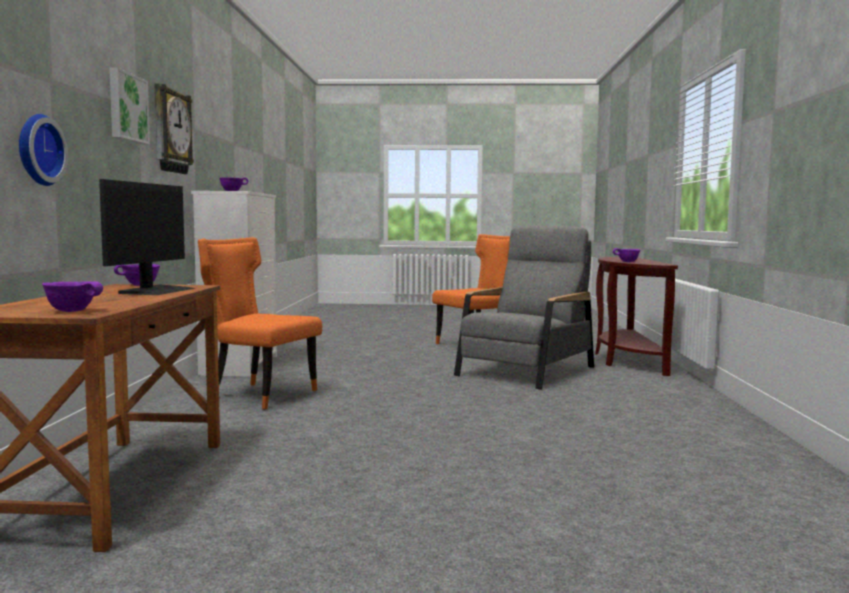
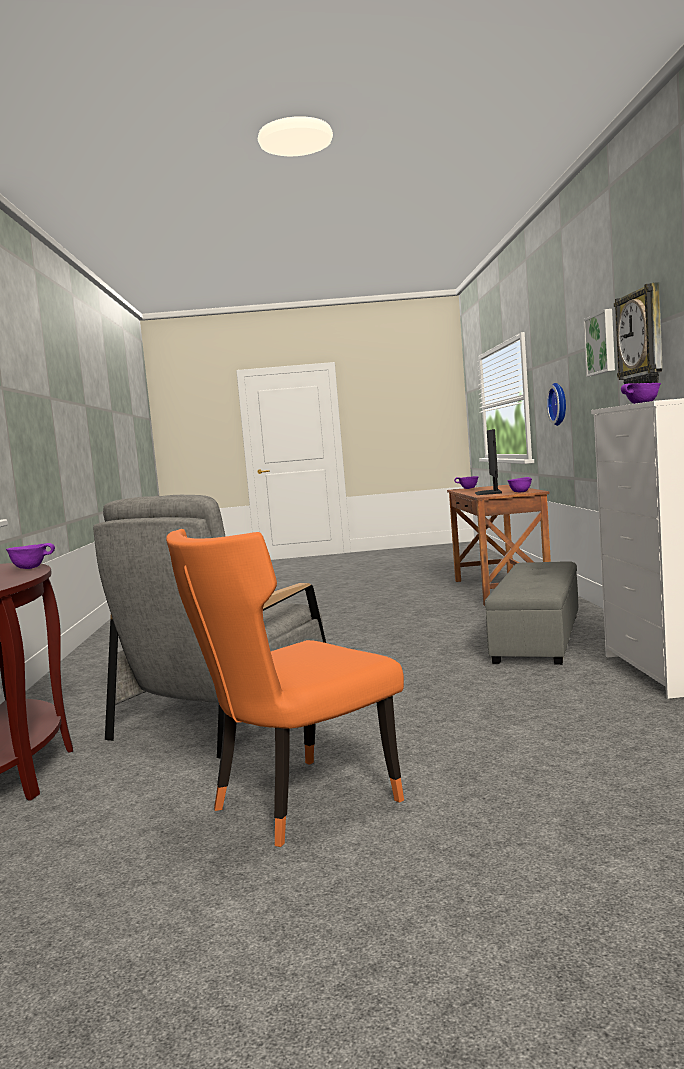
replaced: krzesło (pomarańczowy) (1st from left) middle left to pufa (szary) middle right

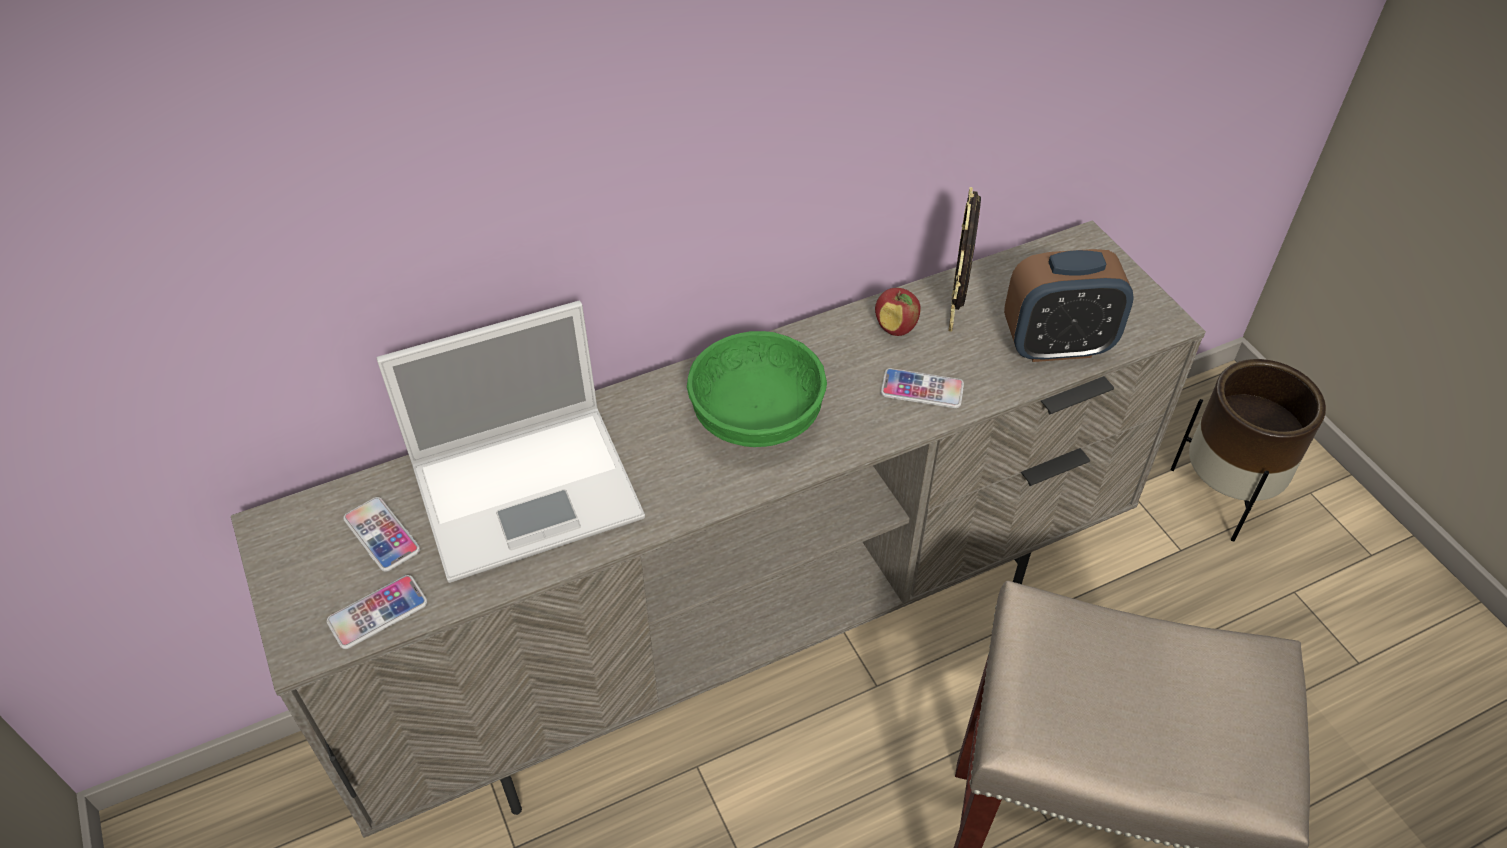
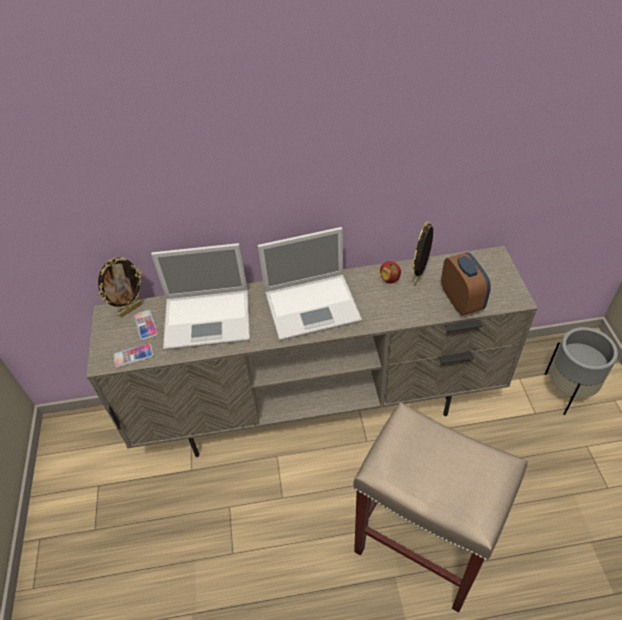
removed: telefon (3rd from left) centre
added: ramka na zdjęcie (1st from left) middle left
replaced: miska (zielony) centre to laptop (2nd from left) centre
recoloured: donica (brązowy) middle right to donica (szary) middle right
turned: budzik middle right = middle right 120 degrees counterclockwise

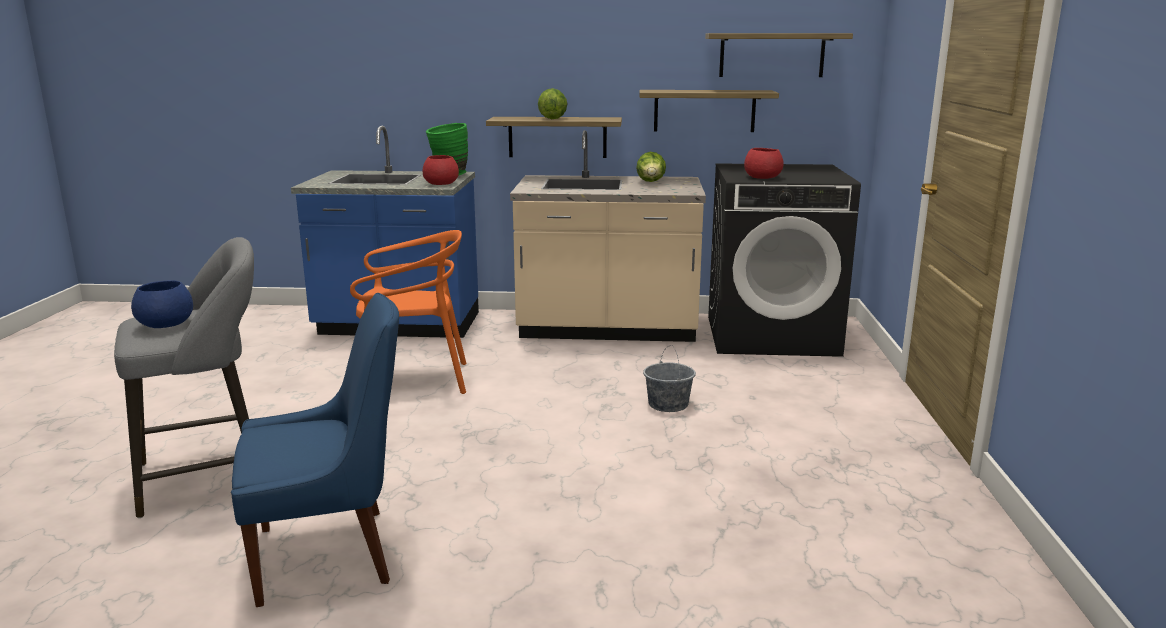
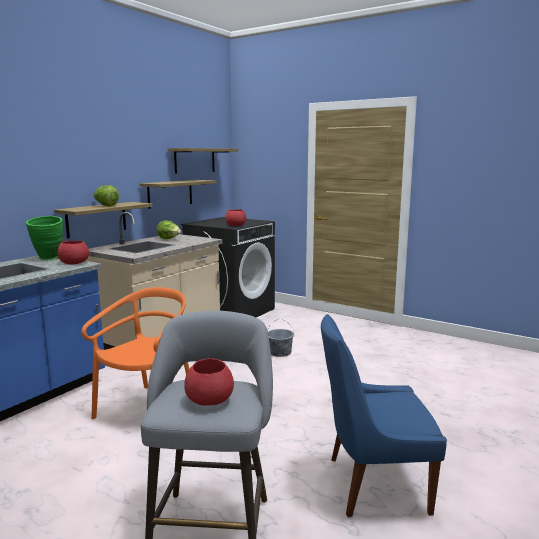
recoloured: miska (niebieski) middle left to miska (czerwony) (2nd from left) bottom centre
turned: krzesło (niebieski) bottom left = bottom right 105 degrees counterclockwise

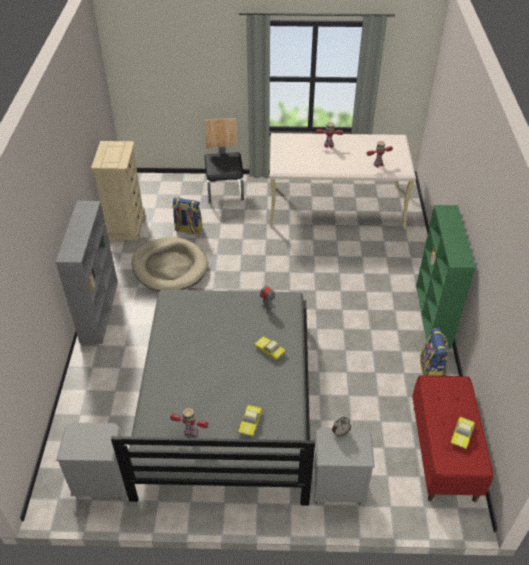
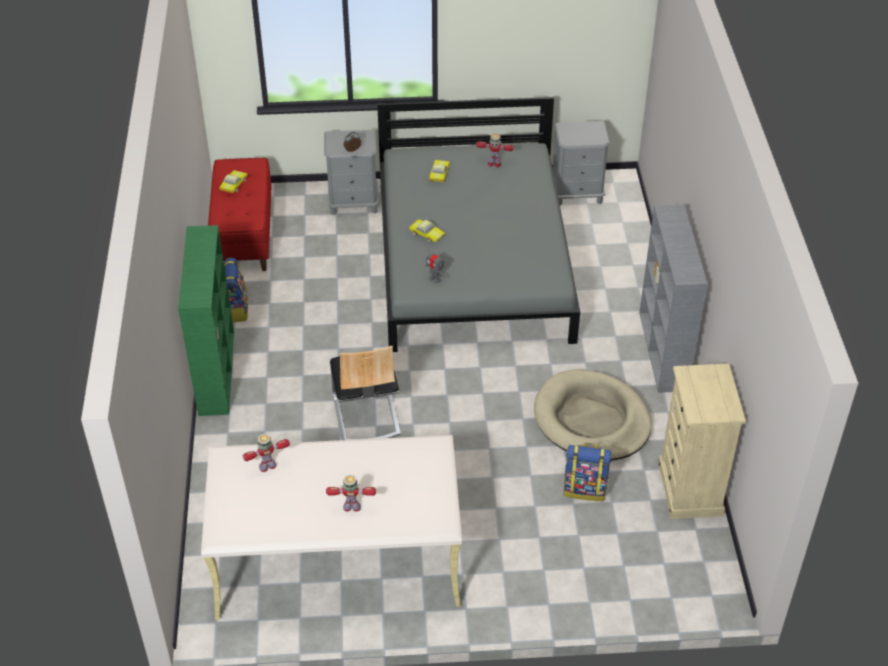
moved: krzesło top centre to centre

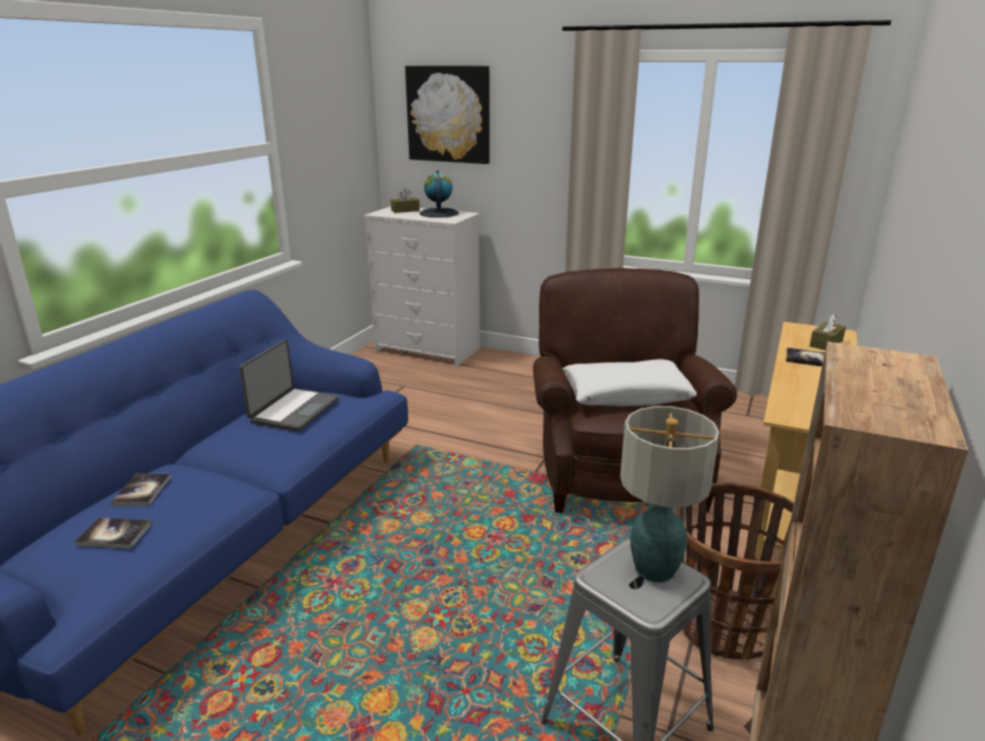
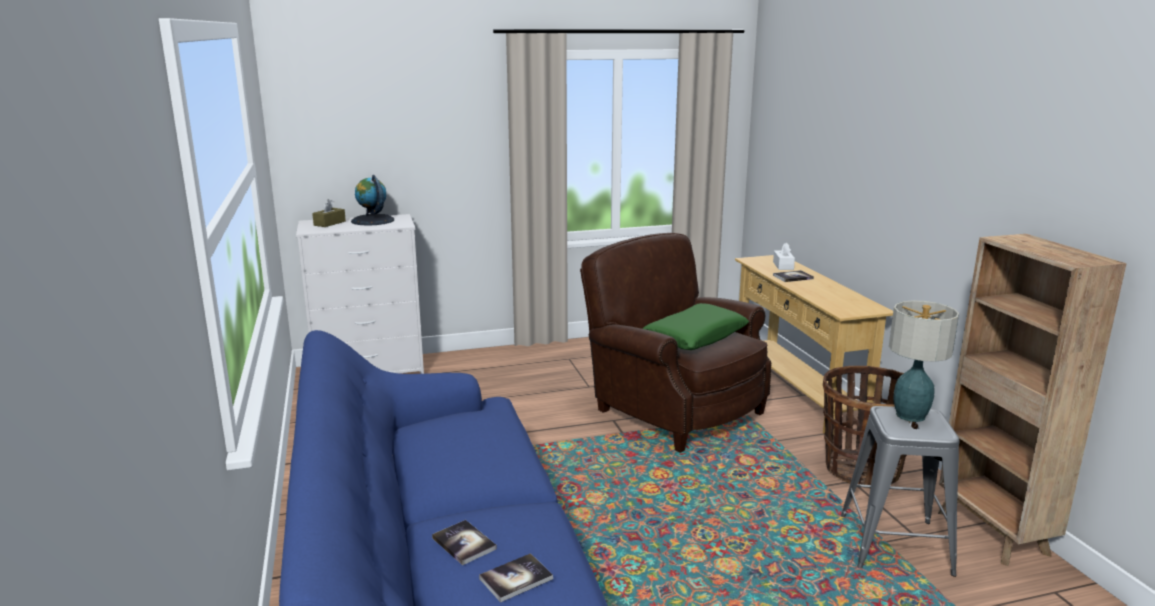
removed: laptop middle left; obraz top centre
recoloured: poduszka (biały) centre to poduszka (zielony) centre; pudełko chusteczek (brązowy) (2nd from left) middle right to pudełko chusteczek (biały) middle right

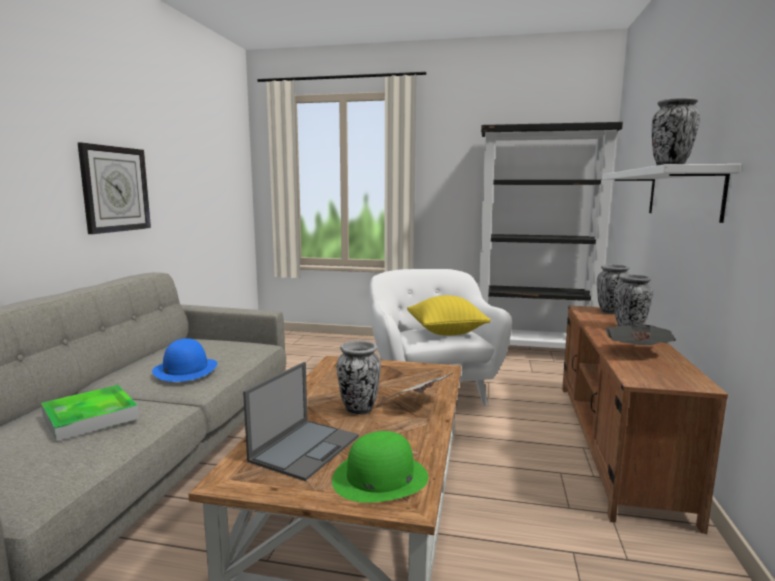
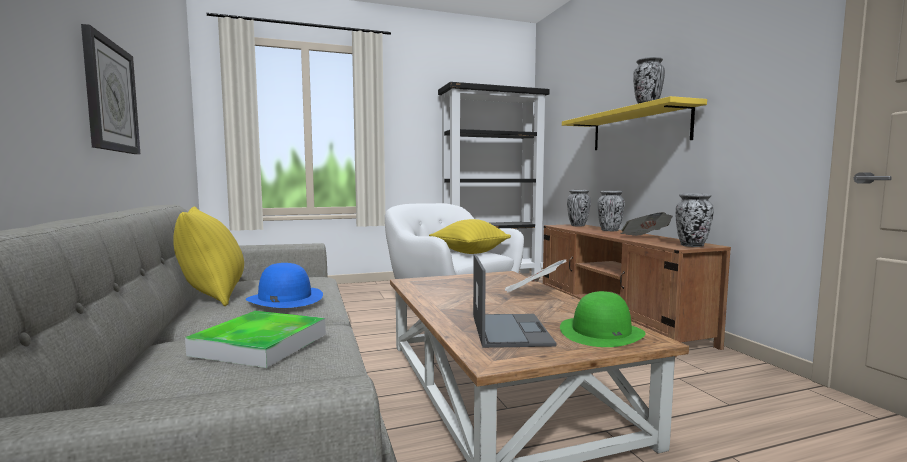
added: poduszka (żółty) (1st from left) middle left
moved: wazon (1st from left in the first image) centre to wazon (4th from left) middle right
recoloured: półka (biały) top right to półka (żółty) top right

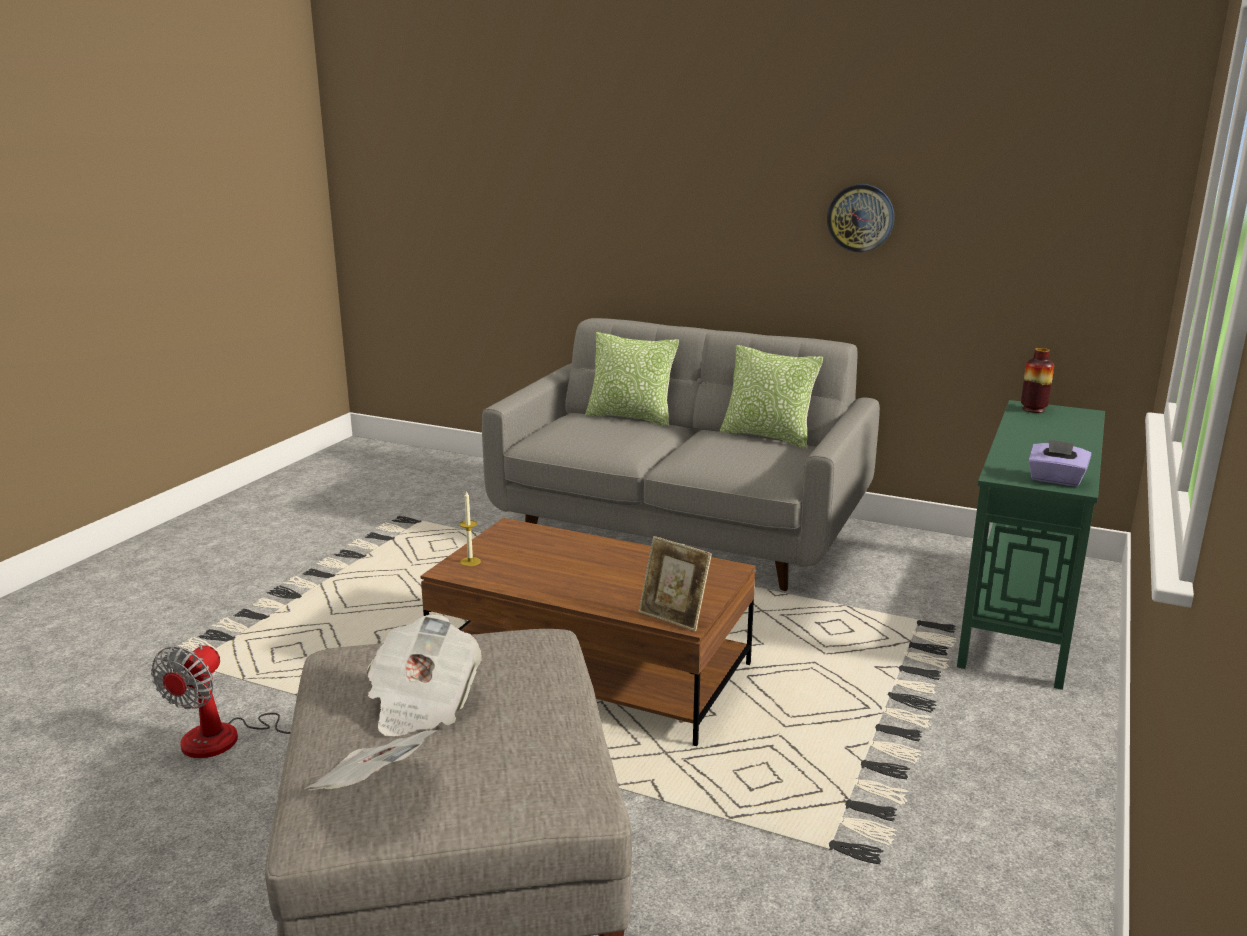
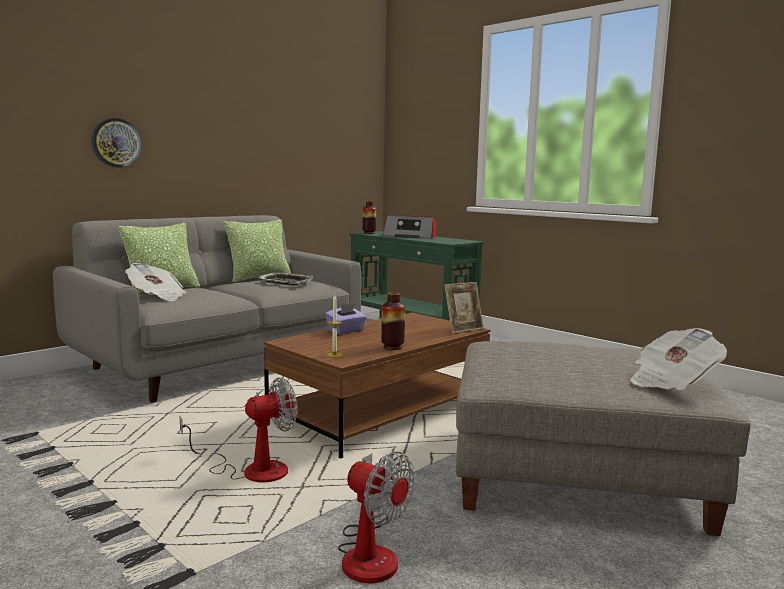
added: wentylator (1st from left) bottom left; taca centre; wazon (2nd from left) centre; radio centre
moved: zegar ścienny top right to top left; gazeta (2nd from left in the first image) bottom centre to gazeta (1st from left) middle left; pudełko chusteczek (fioletowy) middle right to centre

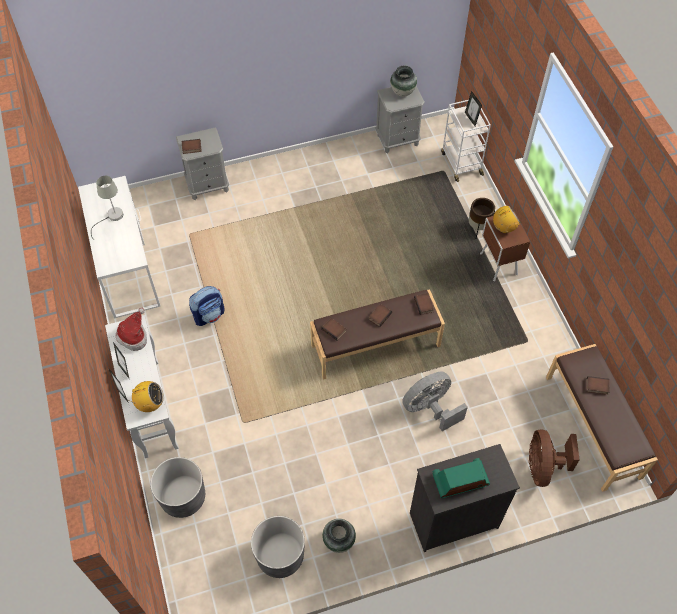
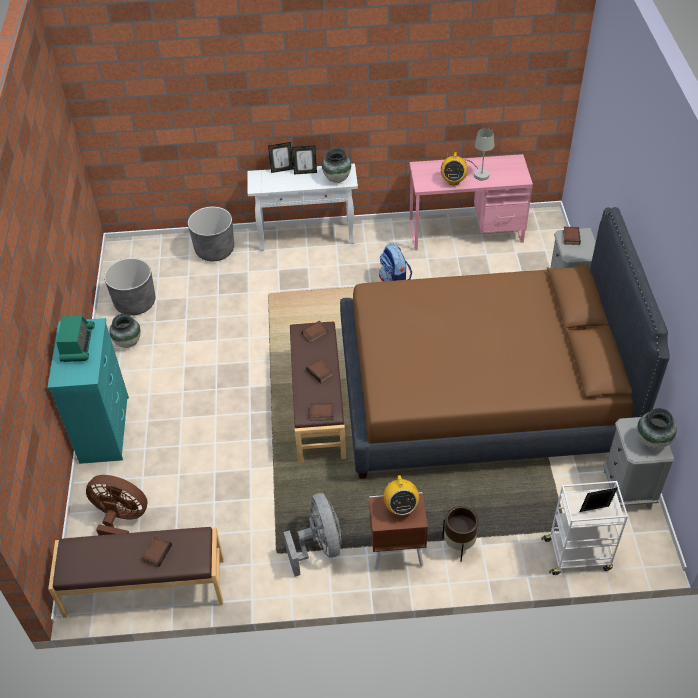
added: łóżko (brązowy) middle right
moved: wentylator (szary) centre to bottom centre; radio (1st from left in the first image) middle left to radio (3rd from left) top centre
replaced: kapelusz middle left to wazon (2nd from left) top centre
recoloured: komoda (czarny) bottom right to komoda (turkusowy) middle left; biurko (biały) middle left to biurko (różowy) top right

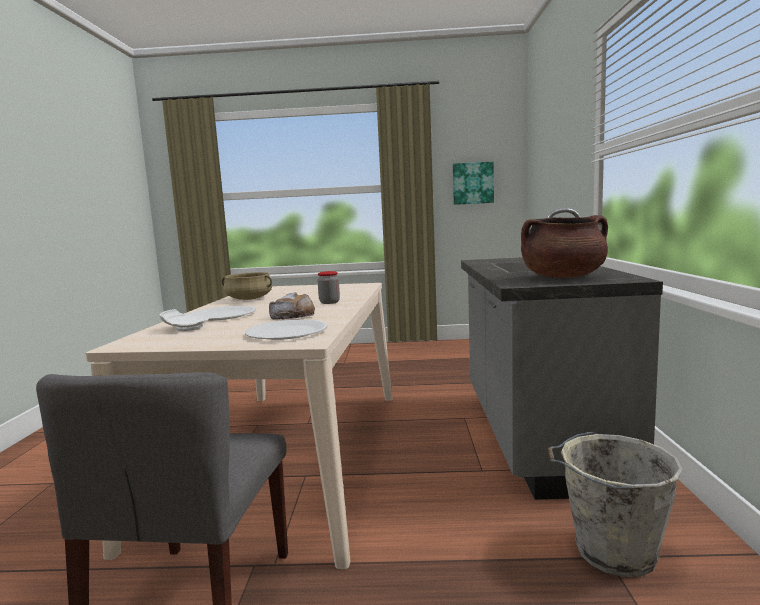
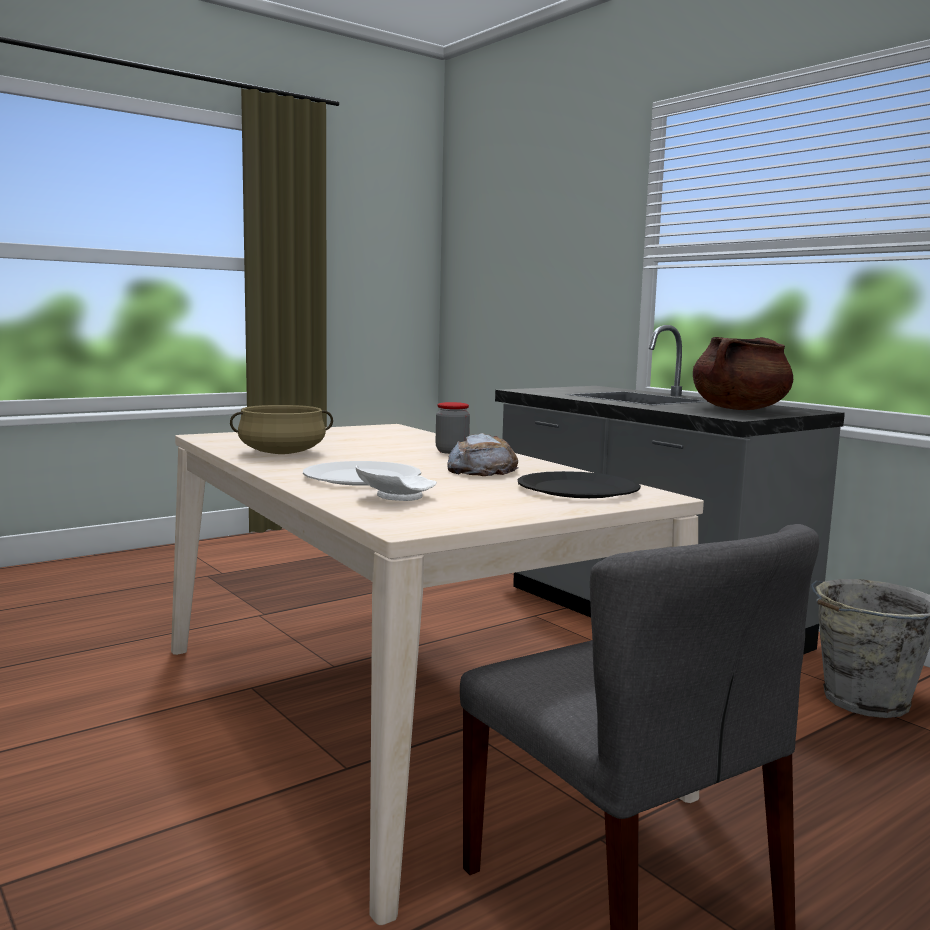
removed: obraz top centre
recoloured: talerz (biały) (3rd from left) centre to talerz (czarny) centre

